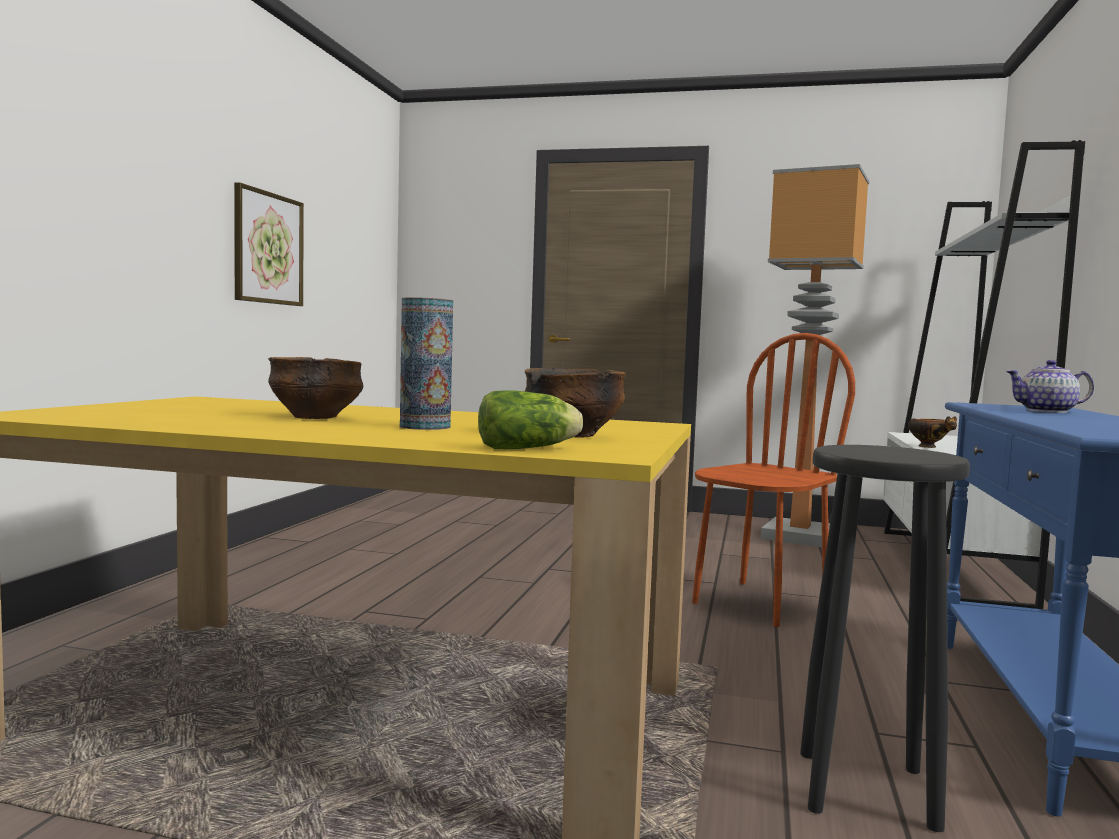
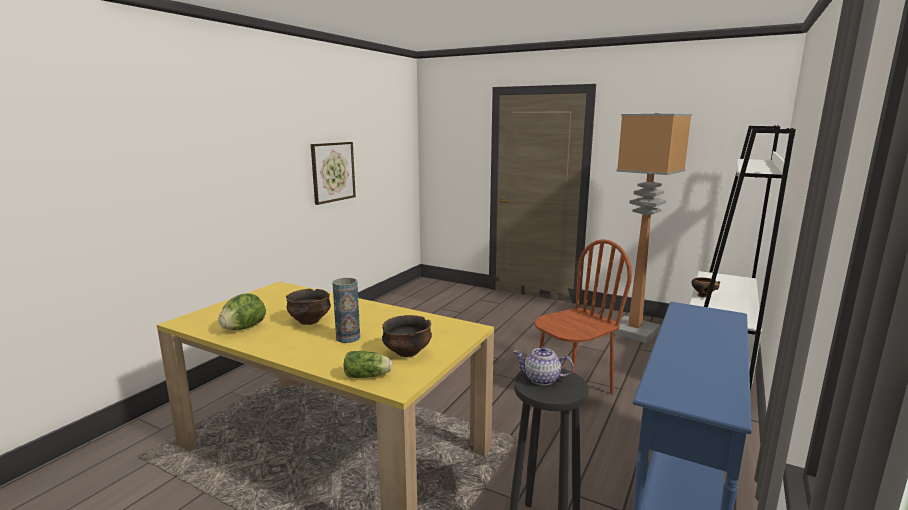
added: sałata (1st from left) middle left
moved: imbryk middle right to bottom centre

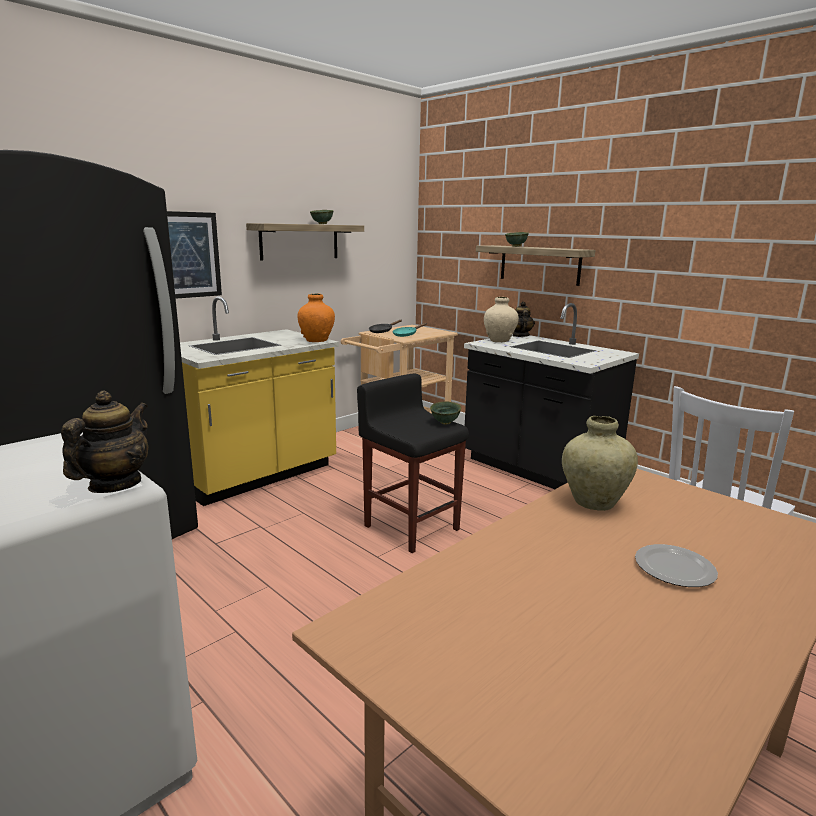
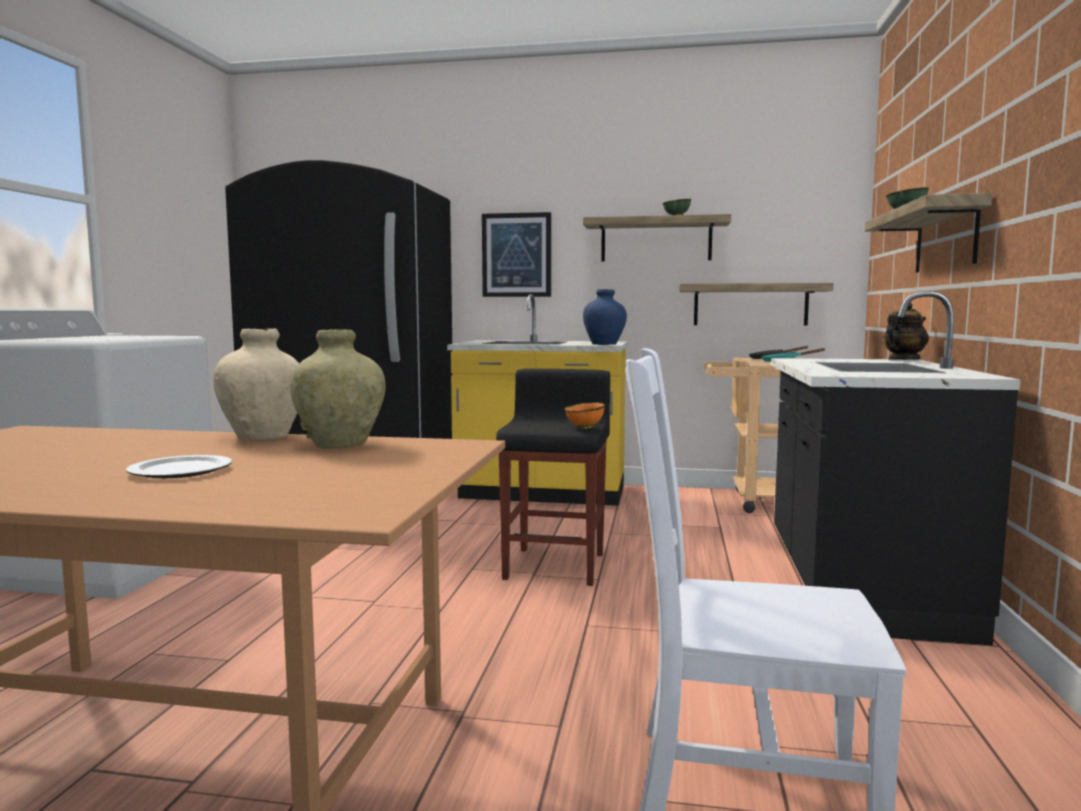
removed: imbryk (1st from left) middle left
added: półka (2nd from left) middle right
moved: wazon (beżowy) (1st from left) centre to middle left
recoloured: miska (zielony) (2nd from left) centre to miska (pomarańczowy) centre; wazon (pomarańczowy) centre to wazon (niebieski) centre

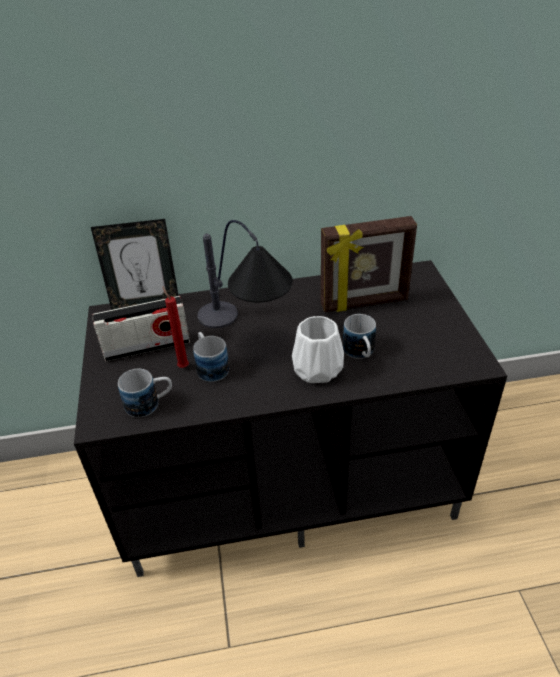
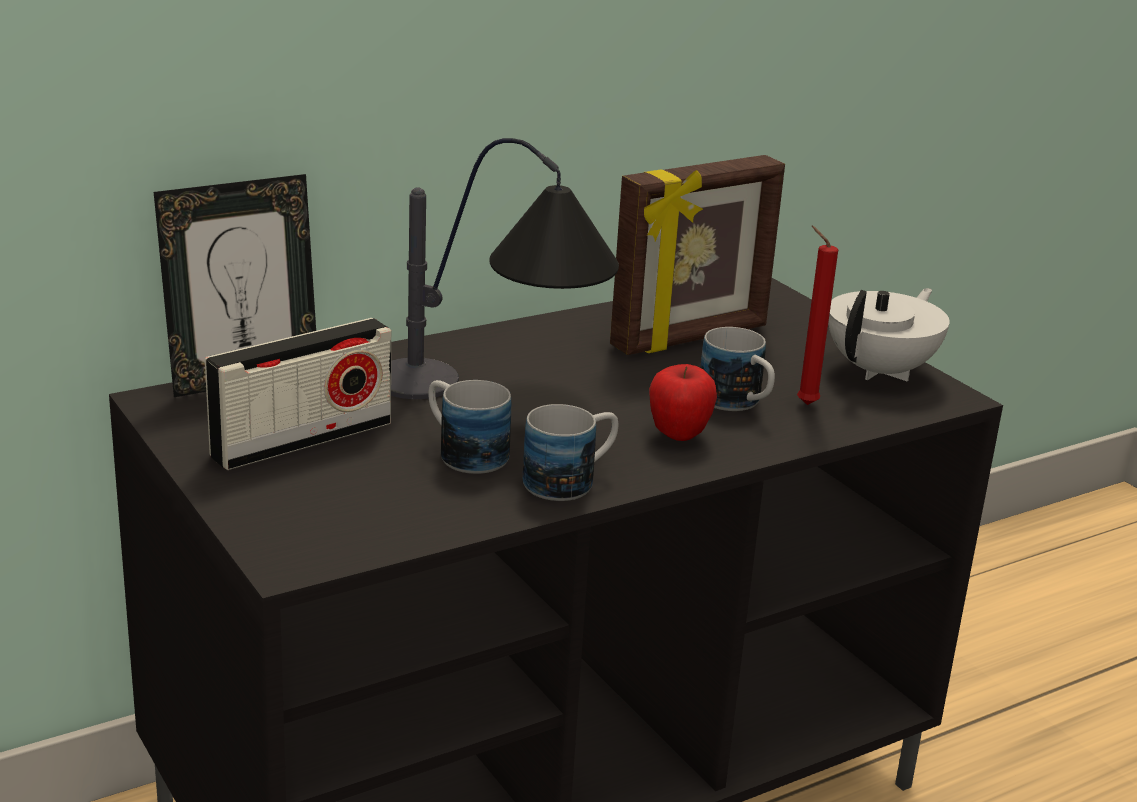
added: imbryk (biały) middle right
moved: kubek (1st from left in the first image) middle left to kubek (2nd from left) centre; świeca (czerwony) middle left to middle right
replaced: wazon (biały) centre to jabłko centre

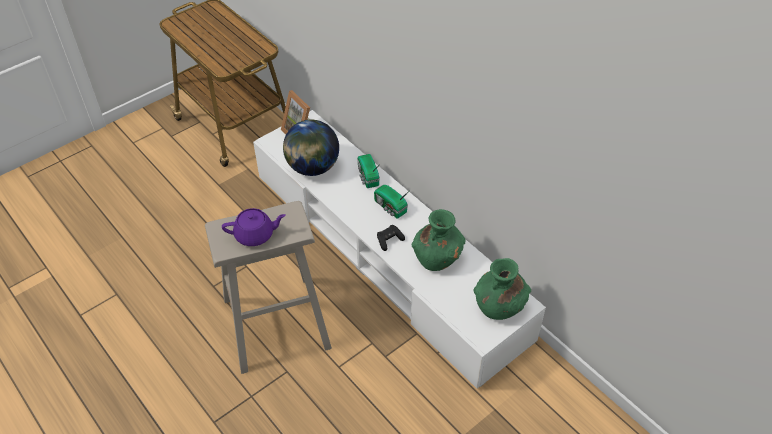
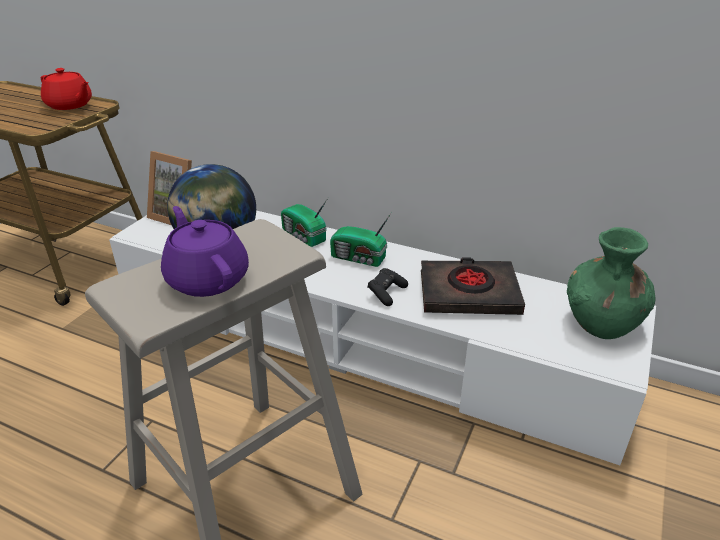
added: imbryk (czerwony) top left
replaced: wazon (zielony) (1st from left) centre to książka (czarny) centre
turned: imbryk (fioletowy) middle left = middle left 90 degrees counterclockwise

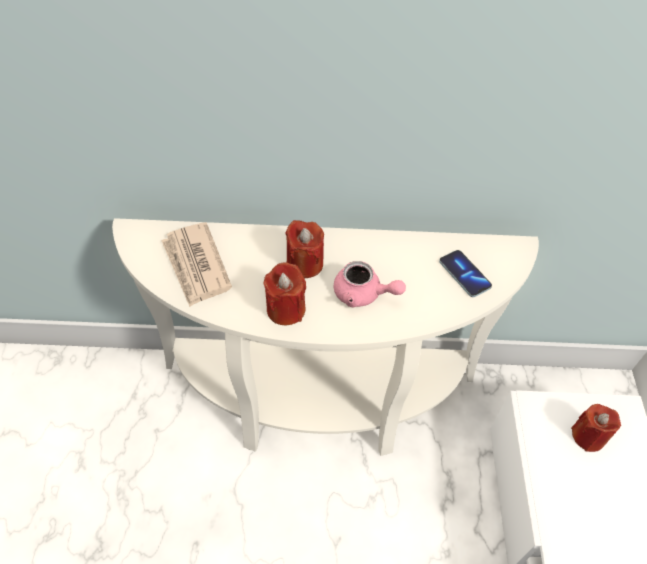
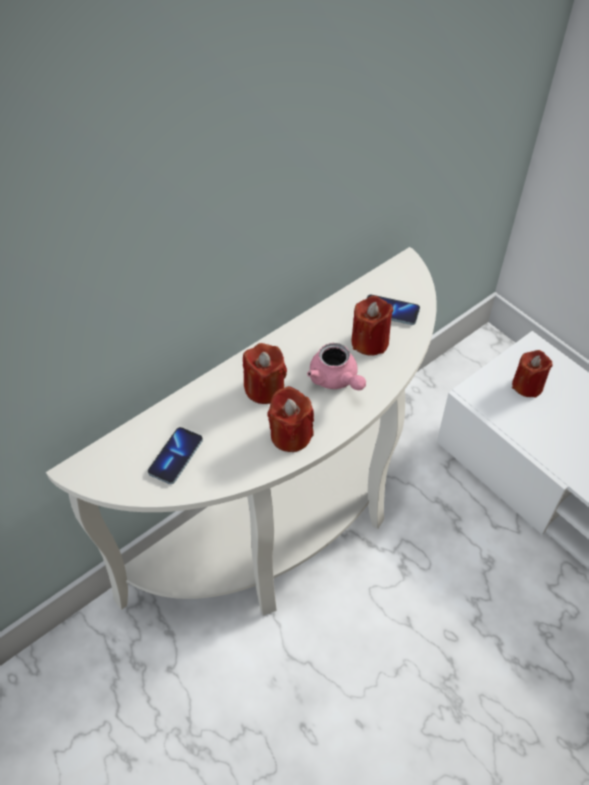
added: świeca (czerwony) (3rd from left) centre
replaced: gazeta middle left to telefon (1st from left) middle left
turned: imbryk (różowy) centre = centre 75 degrees clockwise

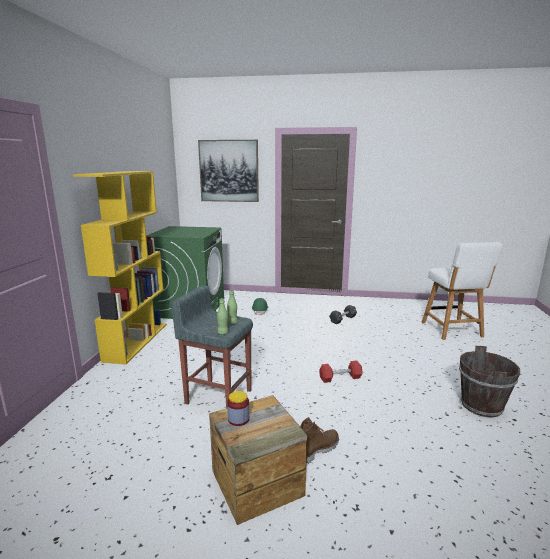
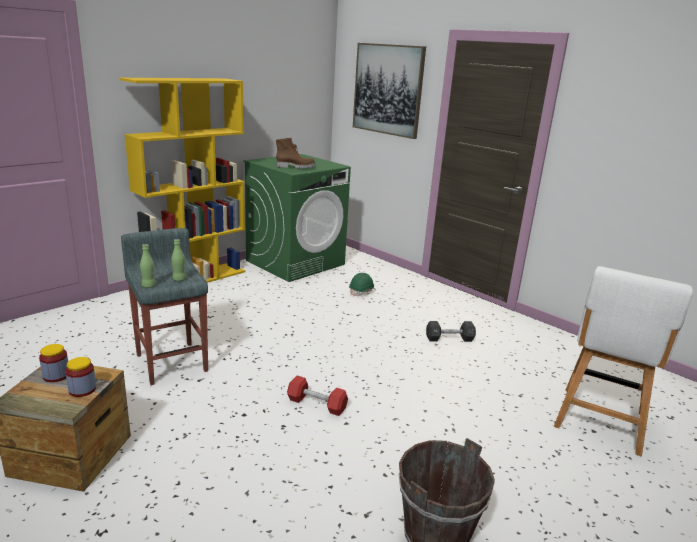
added: słoik (2nd from left) bottom left
moved: but z cholewką (brązowy) bottom centre to top centre

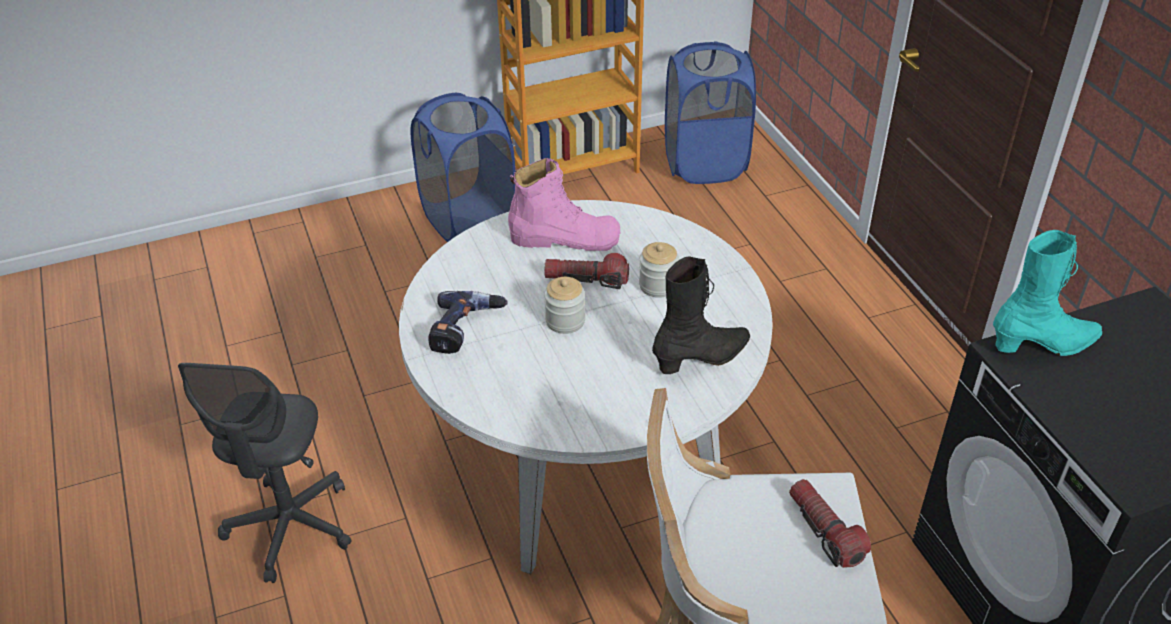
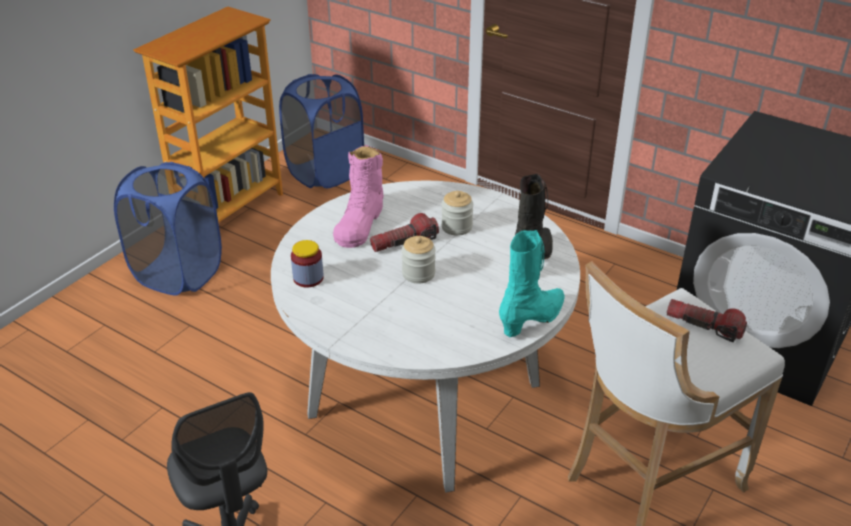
removed: wiertarka centre
added: słoik (1st from left) centre
moved: but z cholewką (turkusowy) middle right to centre
turned: but z cholewką (różowy) top centre = centre 135 degrees clockwise

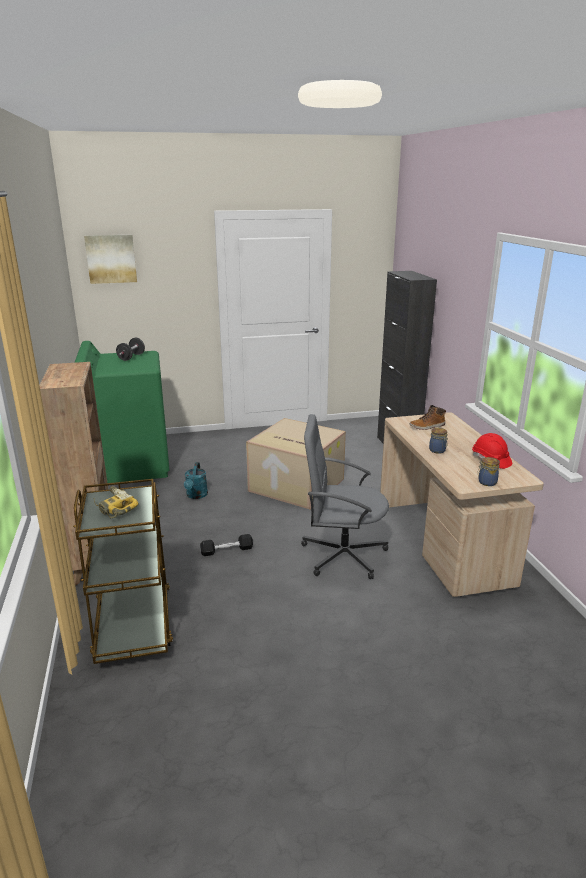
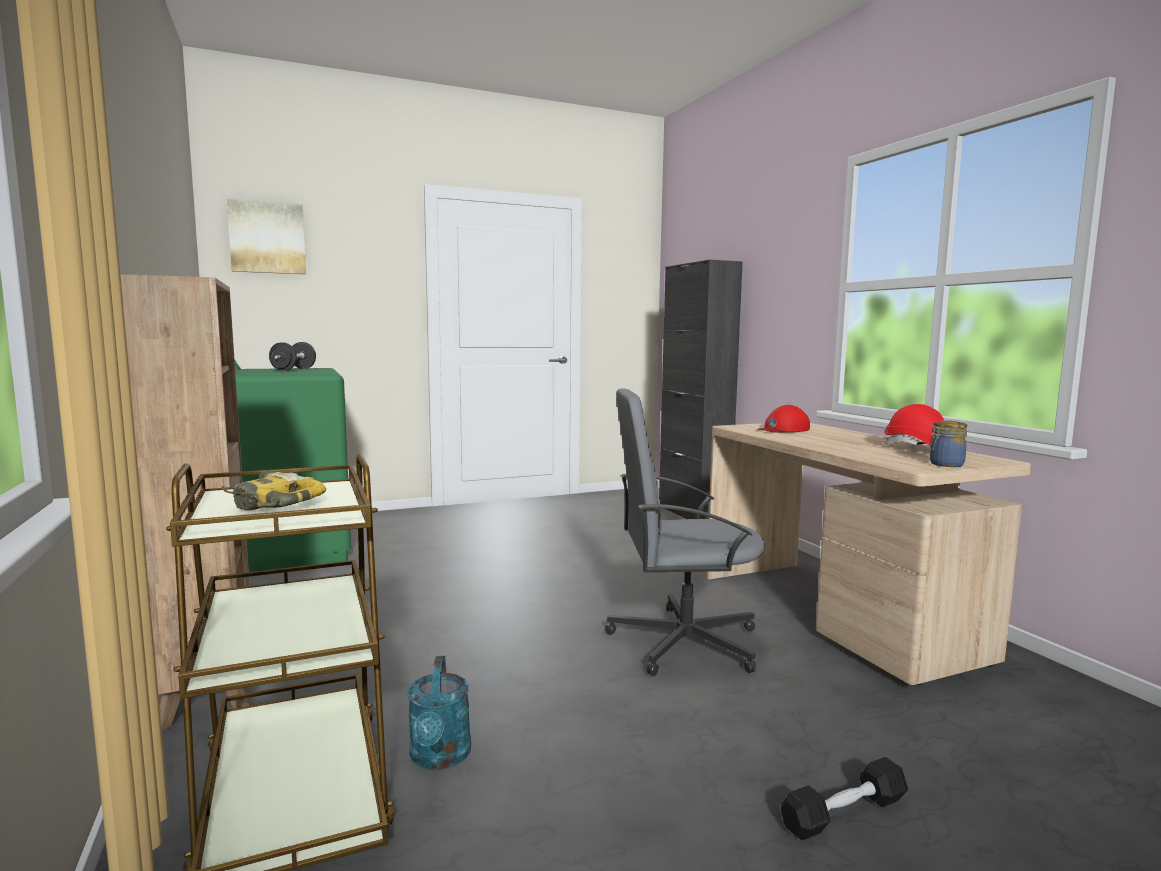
removed: karton centre; słoik (1st from left) middle right
moved: konewka (turkusowy) centre to bottom centre; hantel (czarny) (2nd from left) centre to bottom right
replaced: but z cholewką middle right to czapka z daszkiem (czerwony) middle right

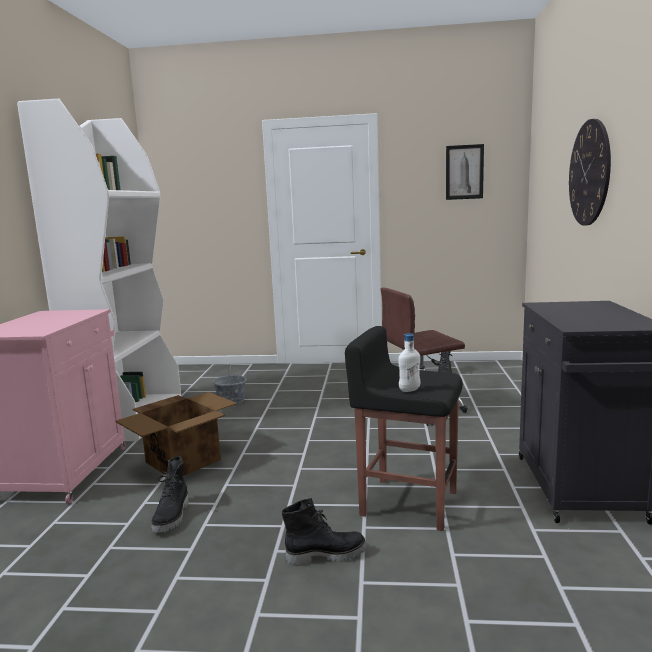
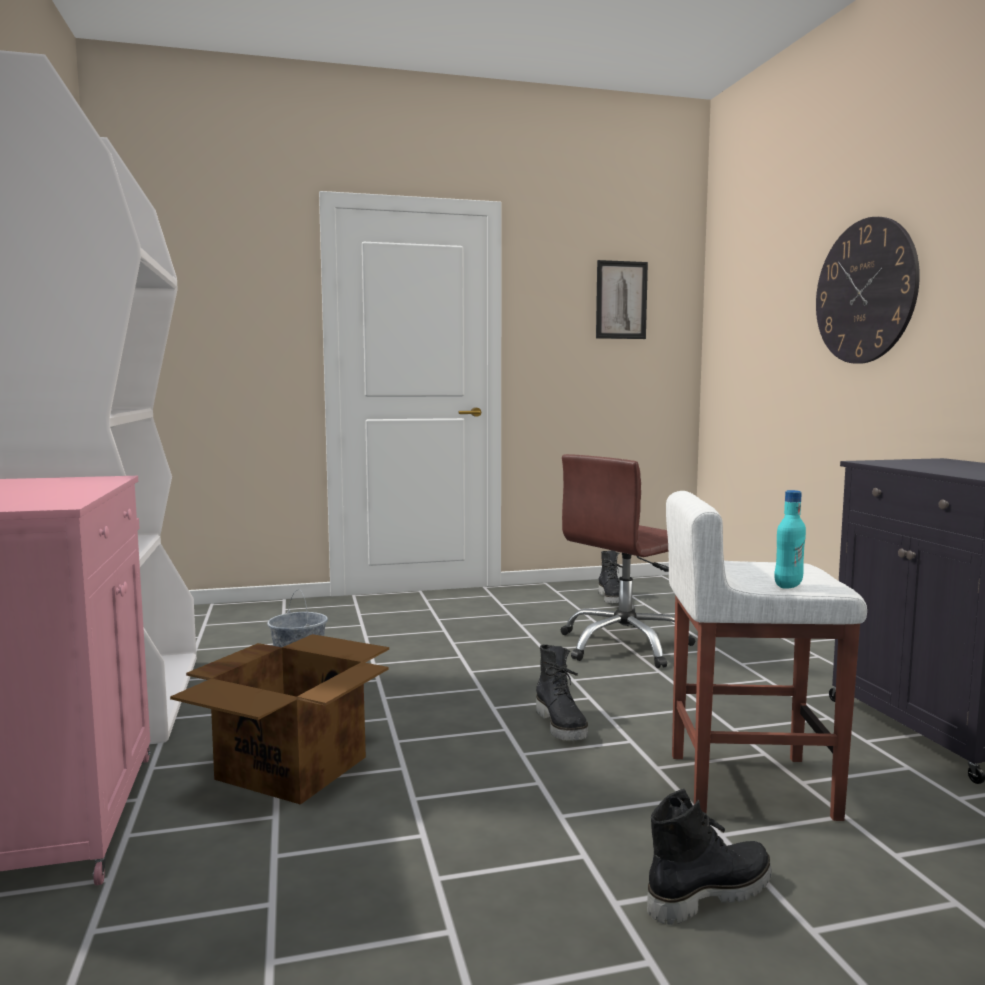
moved: but z cholewką (czarny) (1st from left) bottom left to bottom centre
recoloured: stołek (czarny) centre to stołek (biały) middle right; butelka (biały) centre to butelka (turkusowy) middle right

